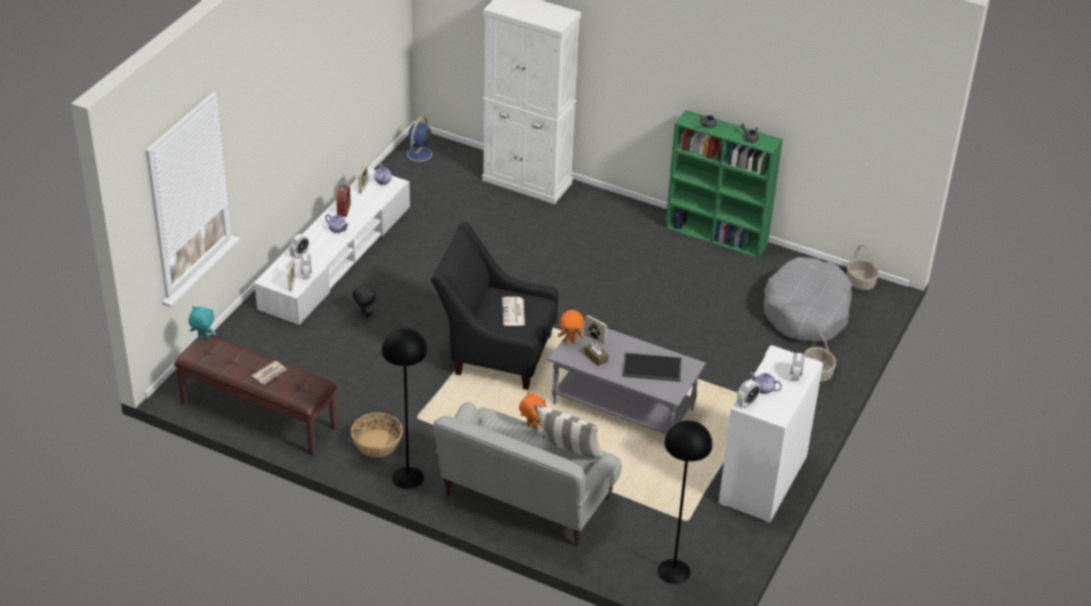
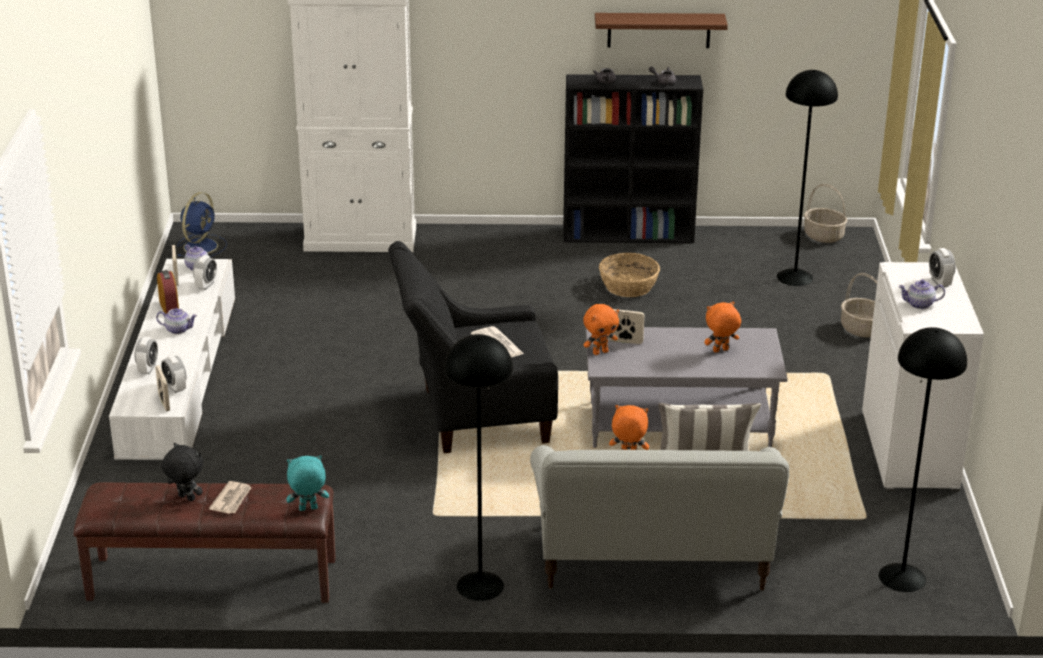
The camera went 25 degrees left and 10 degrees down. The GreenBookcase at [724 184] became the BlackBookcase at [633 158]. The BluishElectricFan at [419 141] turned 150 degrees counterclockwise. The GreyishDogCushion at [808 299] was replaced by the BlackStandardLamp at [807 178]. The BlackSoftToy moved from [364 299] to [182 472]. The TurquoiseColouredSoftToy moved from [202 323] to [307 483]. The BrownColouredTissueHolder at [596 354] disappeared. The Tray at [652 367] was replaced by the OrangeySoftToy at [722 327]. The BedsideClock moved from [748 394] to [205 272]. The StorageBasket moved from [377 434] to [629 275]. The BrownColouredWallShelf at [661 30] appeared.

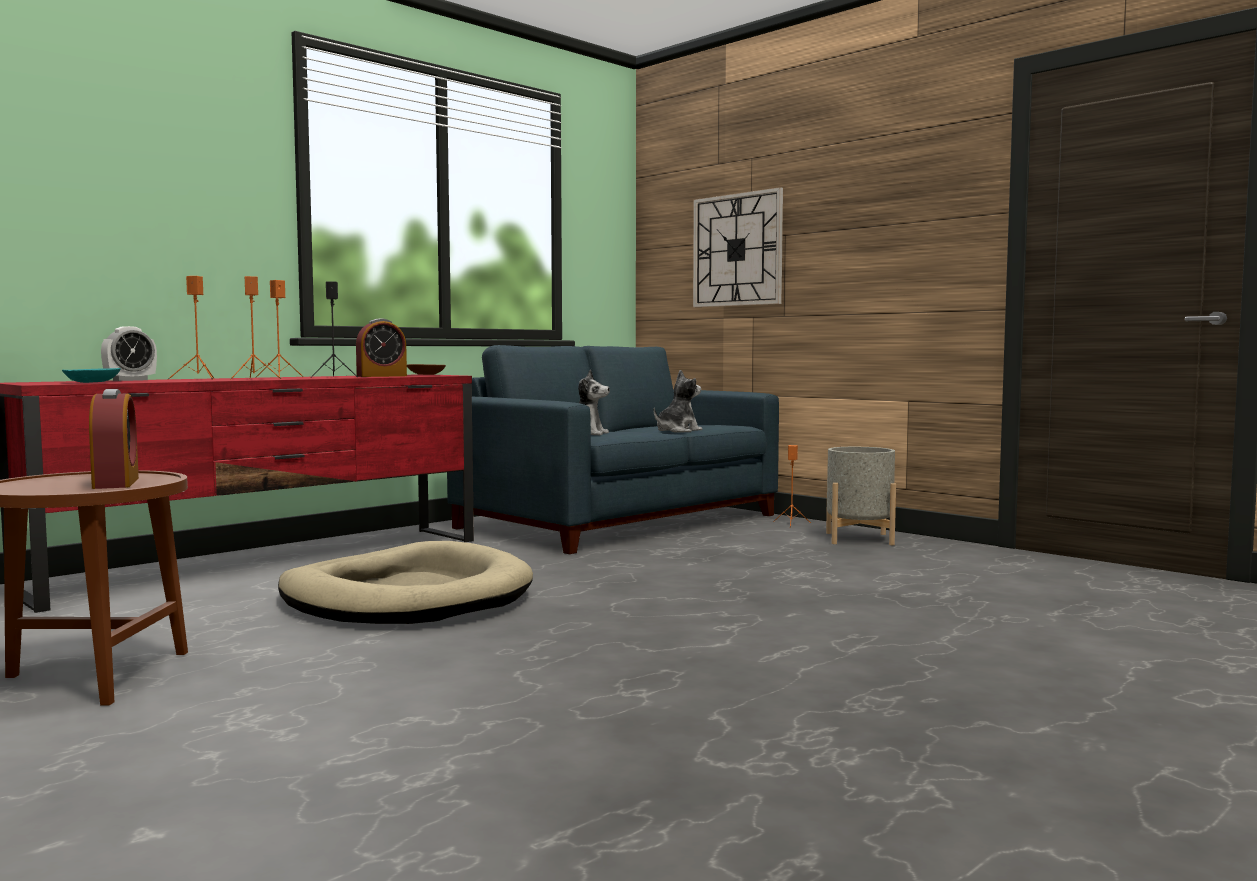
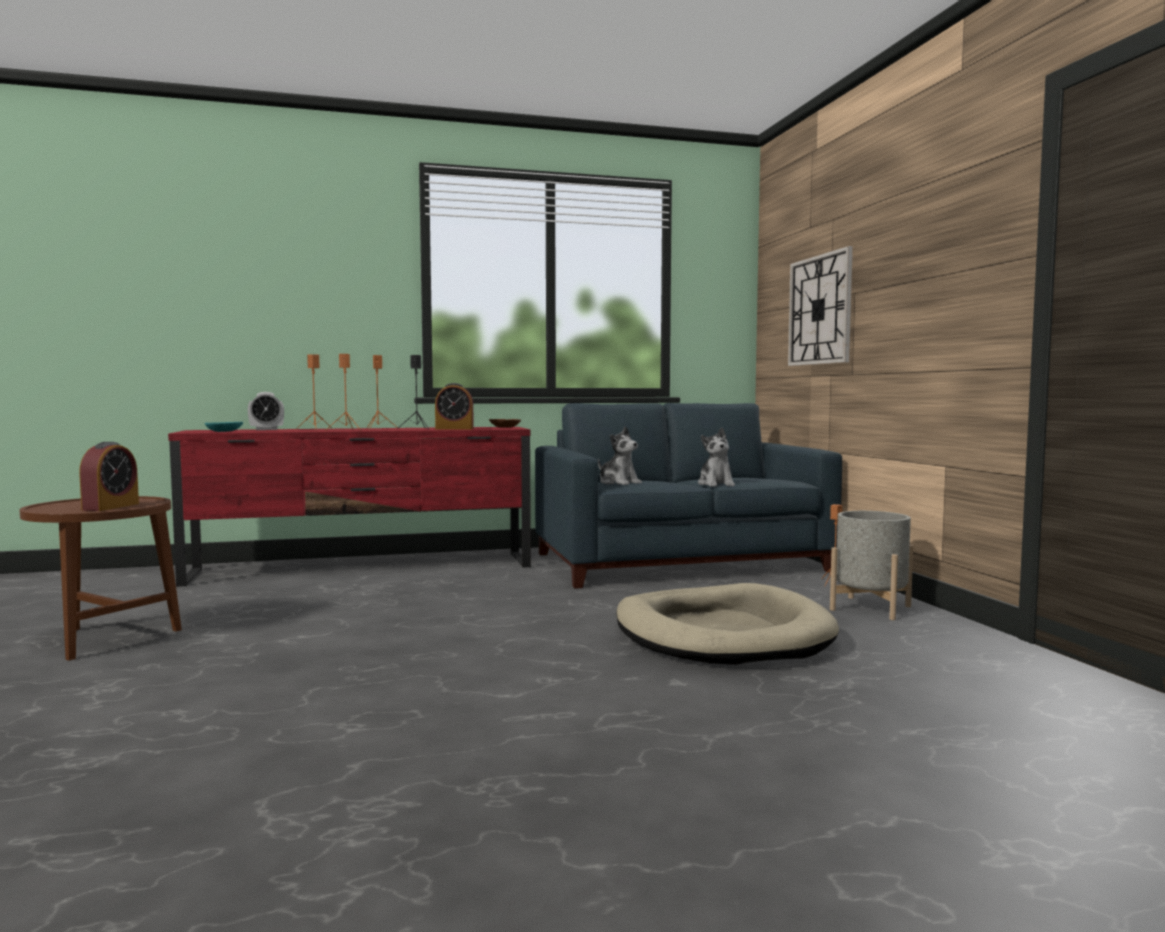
The camera went 30 degrees right and 0 degrees up. The SoftToy at [677 401] turned 90 degrees clockwise. The BeigeColouredDogCushion moved from [405 582] to [727 624].

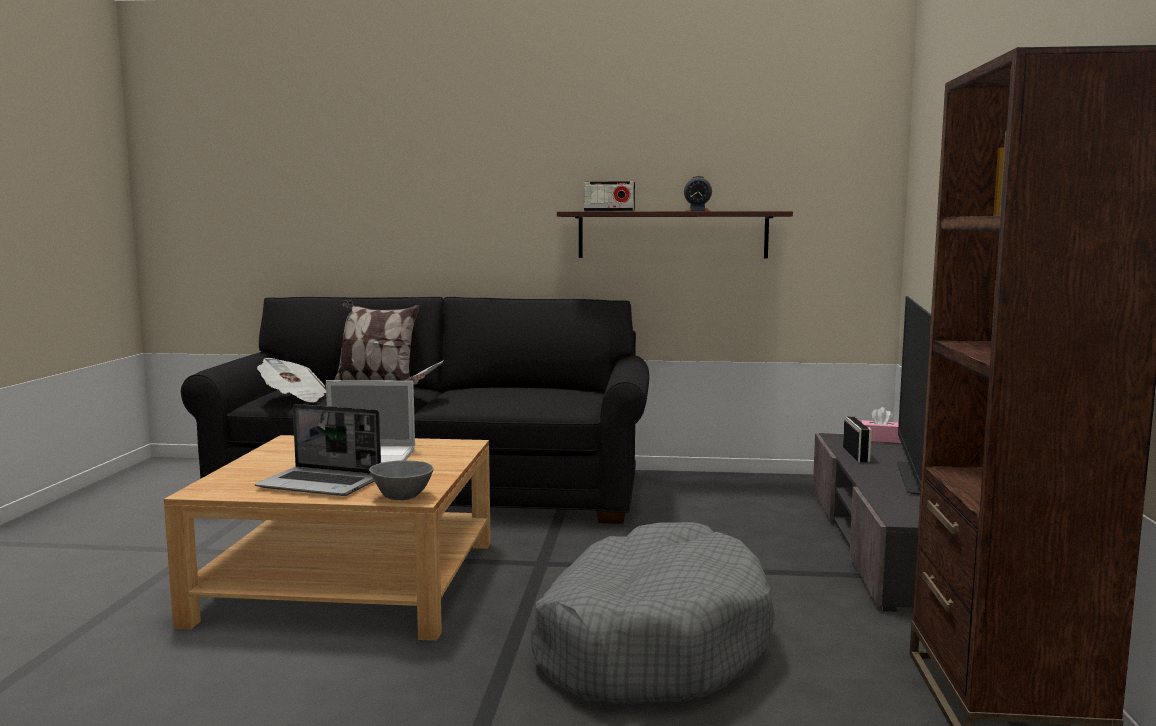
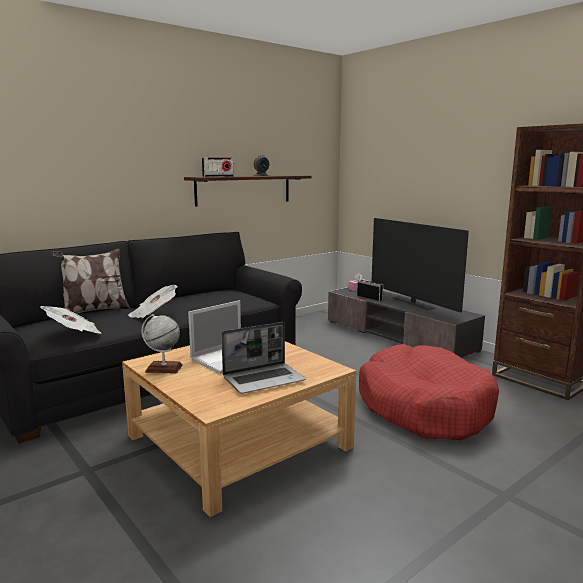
The camera went 45 degrees left and 5 degrees up. The GreyishDeepDish at [401 480] disappeared. The GreyishDogCushion at [652 613] became the ReddishDogCushion at [429 392]. The Globe at [162 344] appeared.

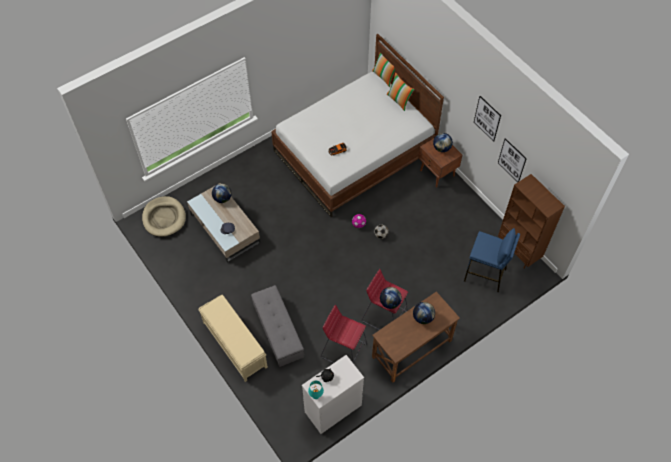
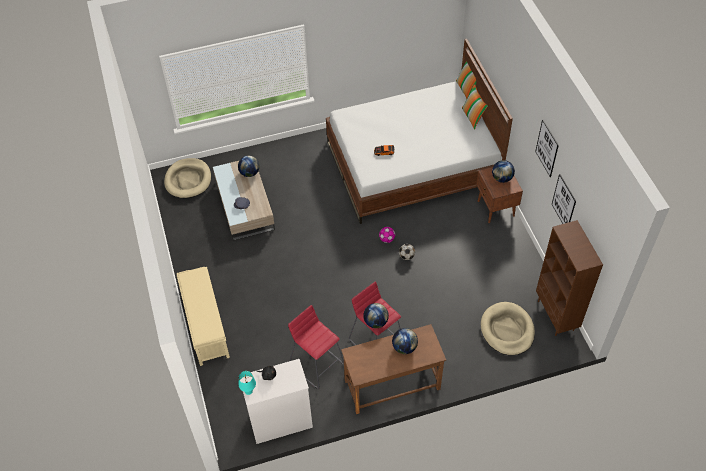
The camera went 20 degrees right and 5 degrees down. The BluishStool at [492 260] was replaced by the BeigeColouredDogCushion at [508 329]. The GreyishOttoman at [277 326] disappeared.

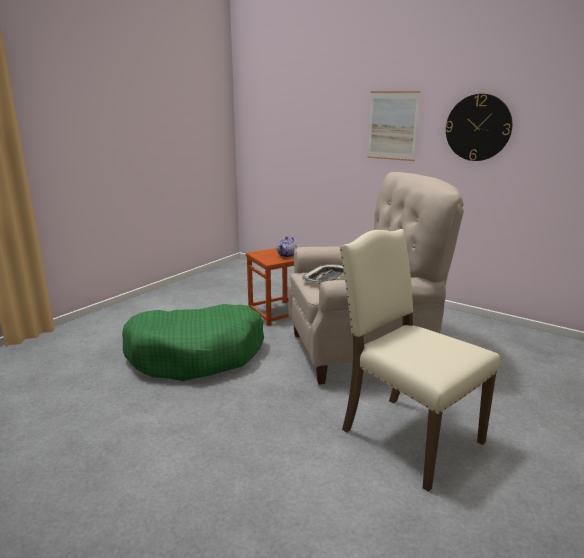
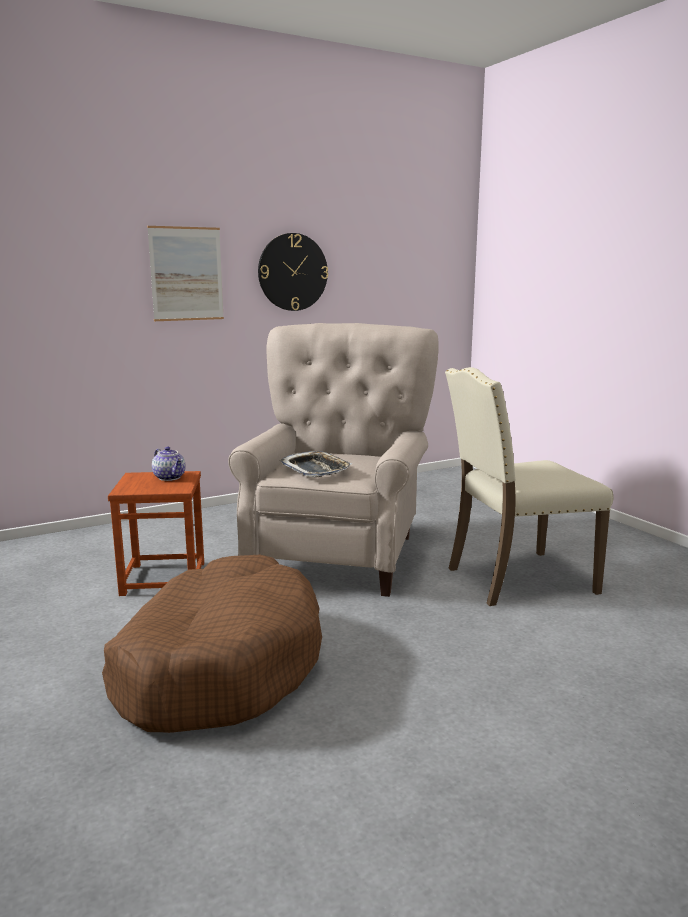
The camera went 65 degrees left and 5 degrees down. The GreenDogCushion at [193 342] became the BrownColouredDogCushion at [212 644].

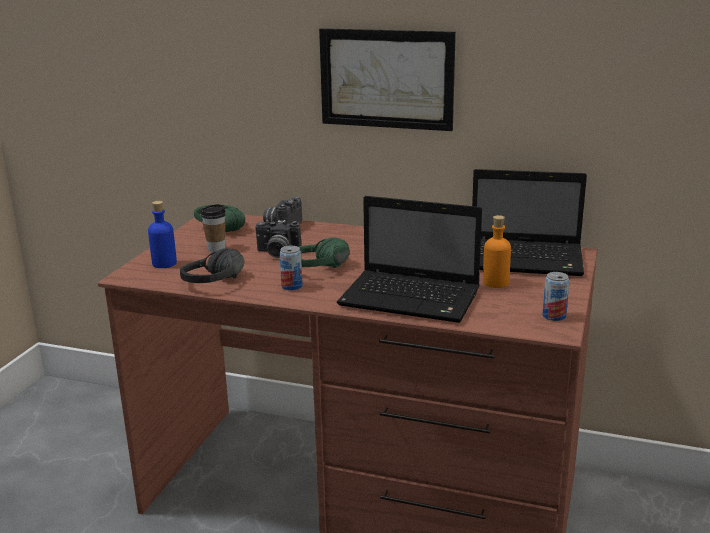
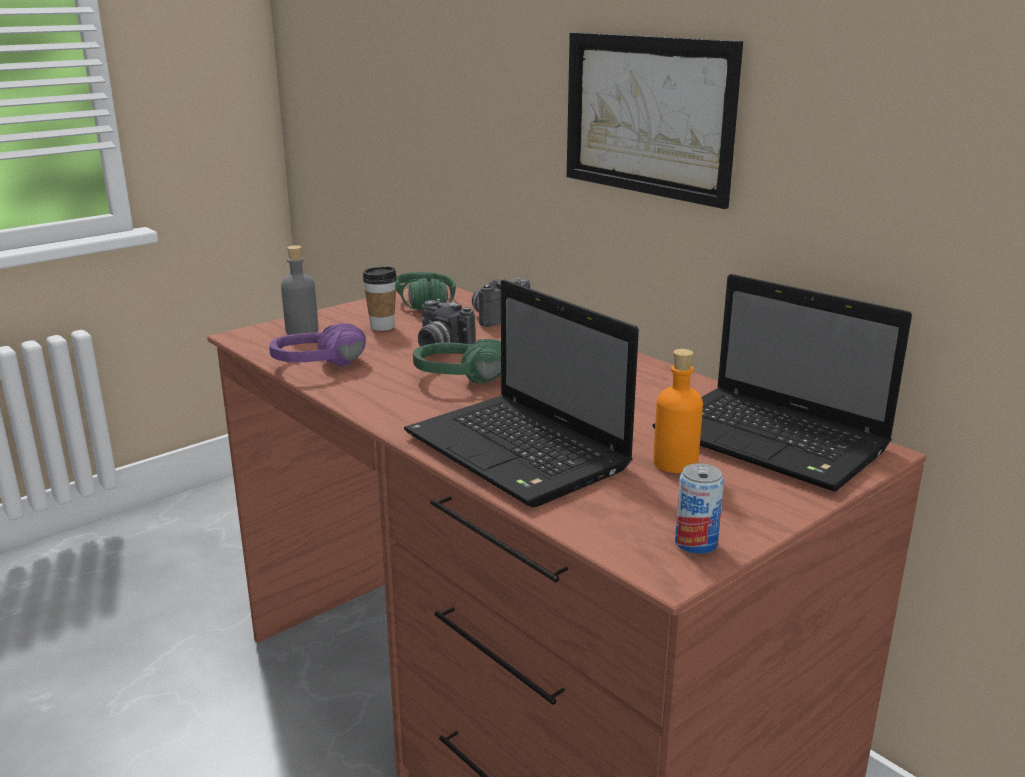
The camera went 30 degrees right and 0 degrees up. The BluishDrinkBottle at [162 234] became the GreyishDrinkBottle at [299 290]. The Can at [291 268] disappeared. The BlackHeadset at [212 265] became the PurpleColouredHeadset at [317 344].

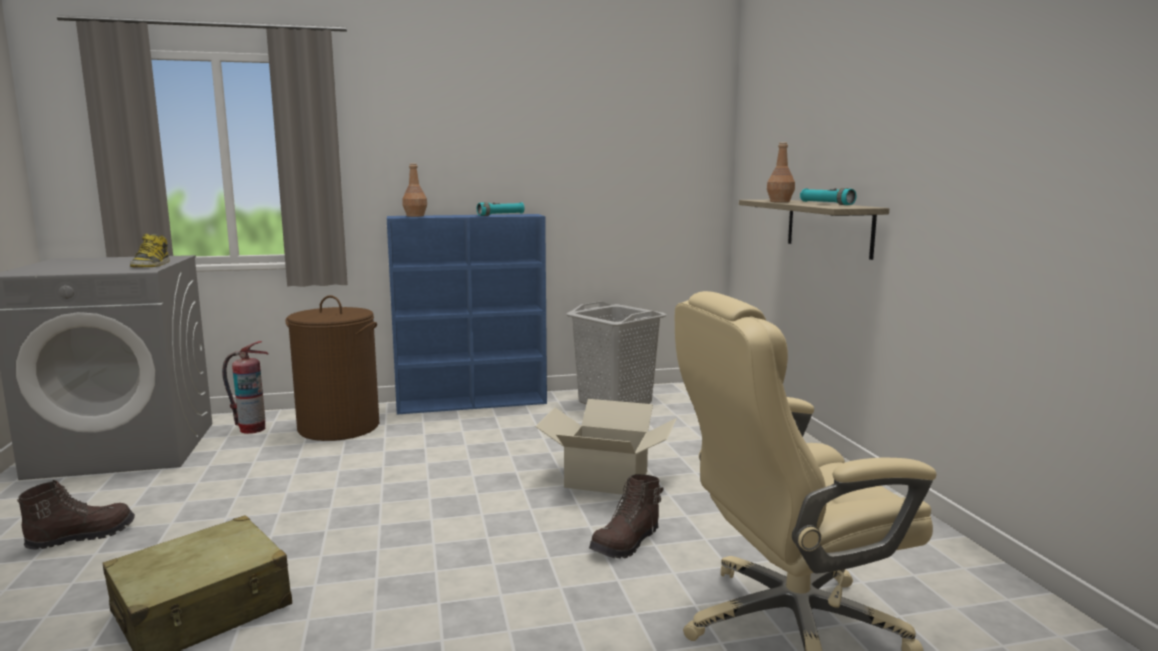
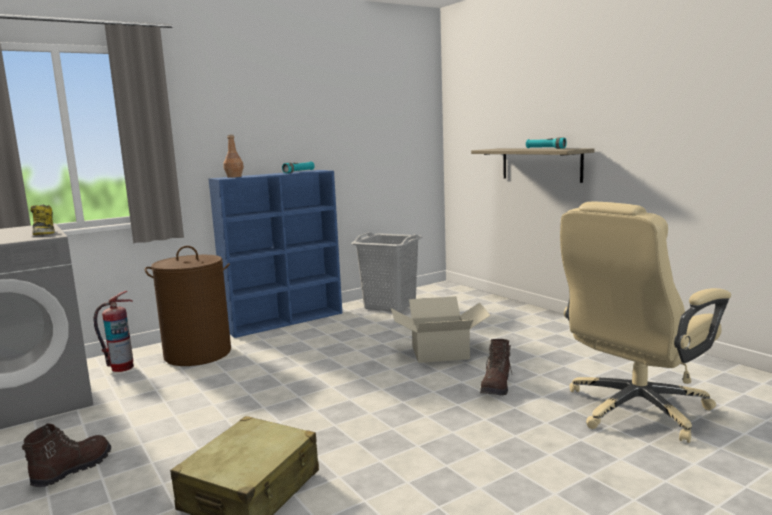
The camera went 20 degrees left and 0 degrees up. The BrownColouredDrinkBottle at [781 172] disappeared.

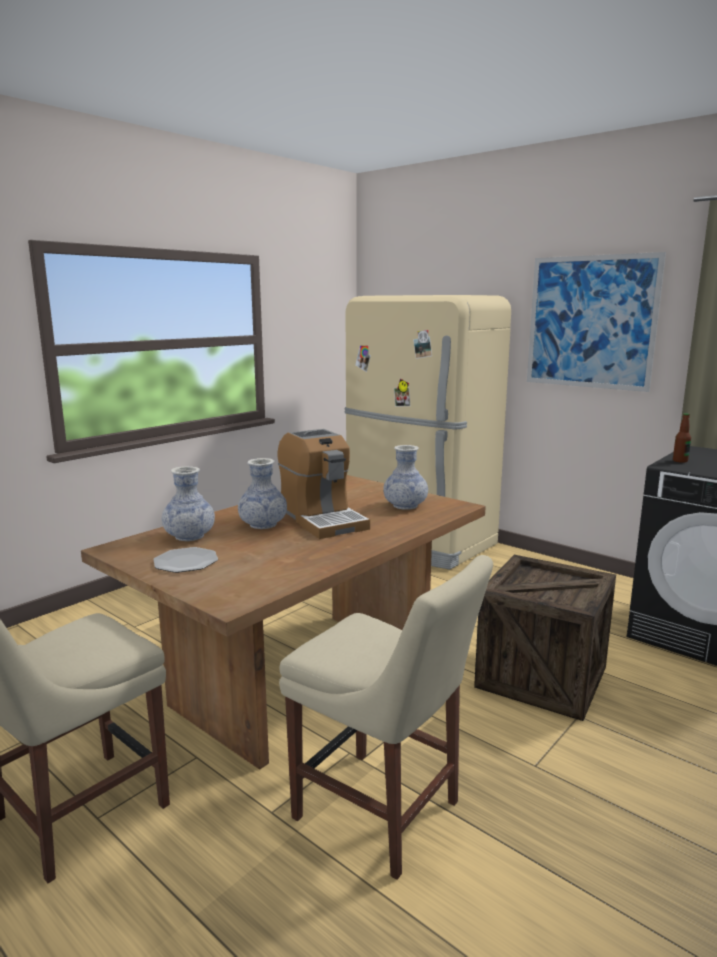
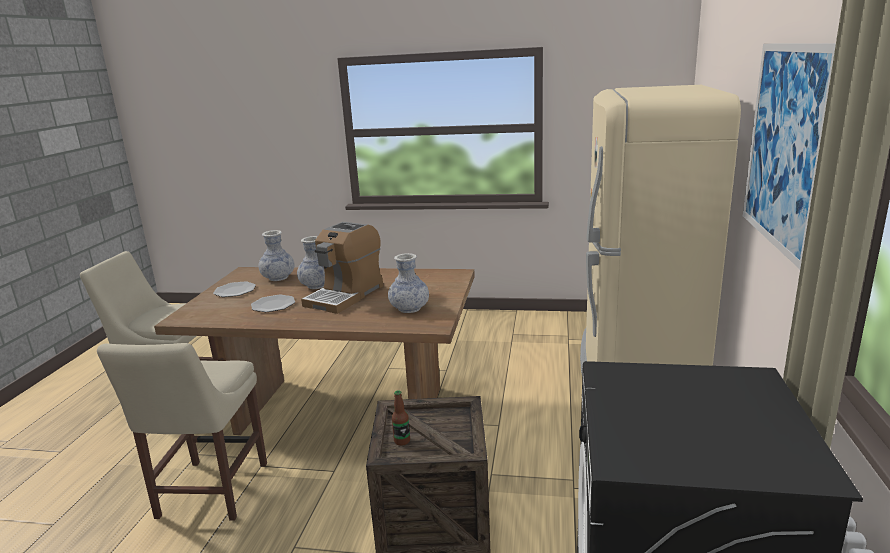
The camera went 60 degrees right and 5 degrees up. The DrinkBottle moved from [682 438] to [401 418]. The DinnerPlate at [273 303] appeared.

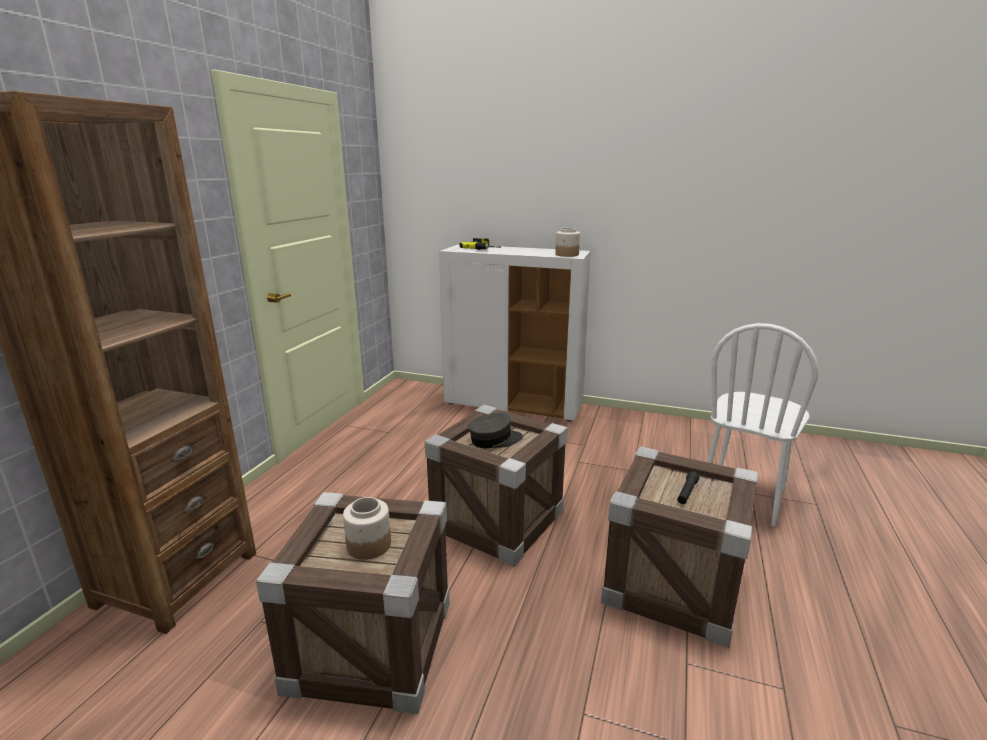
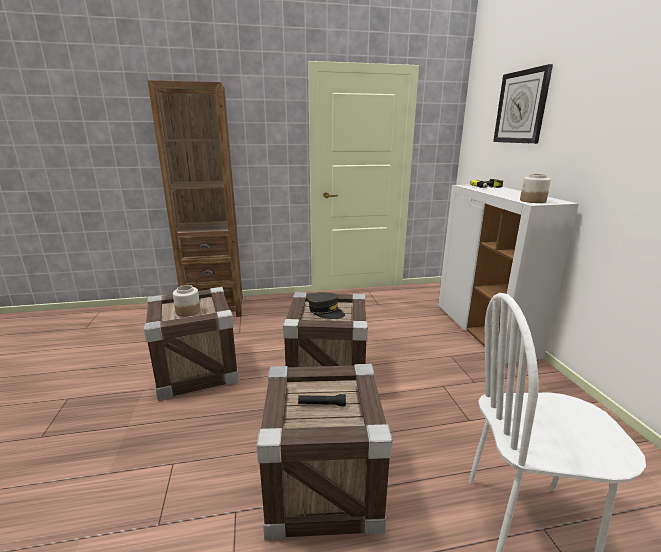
The camera went 60 degrees right and 0 degrees up. The WallClock at [523 104] appeared.

